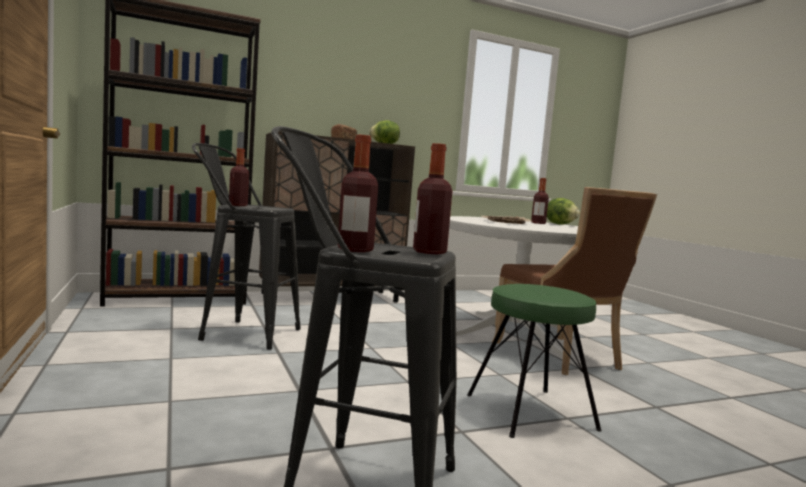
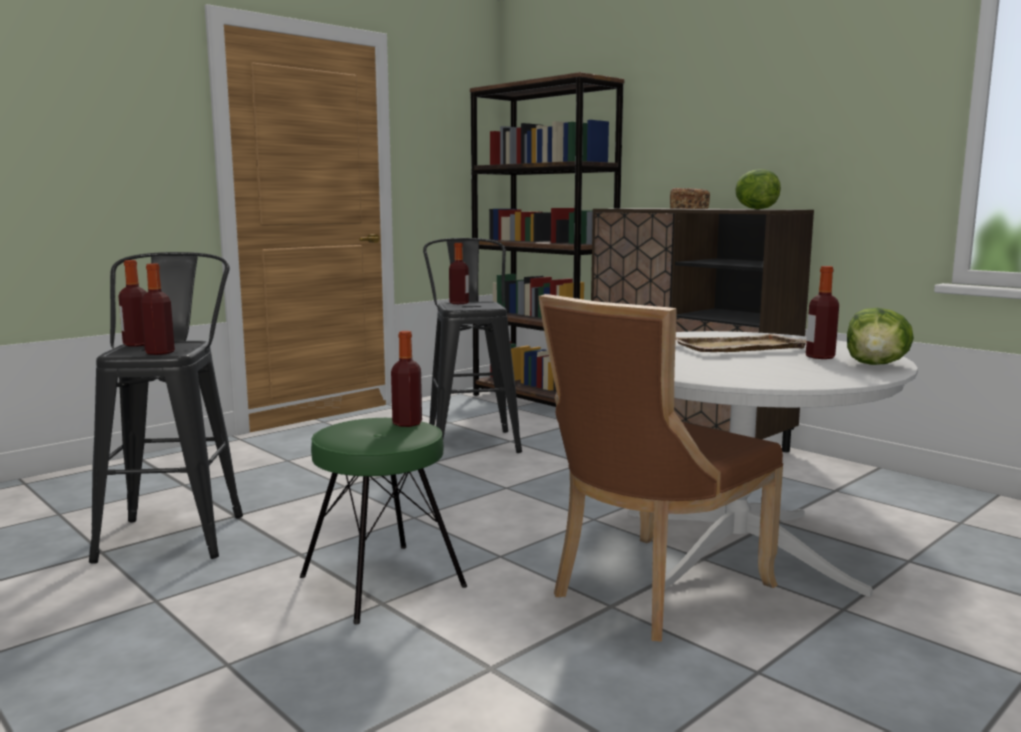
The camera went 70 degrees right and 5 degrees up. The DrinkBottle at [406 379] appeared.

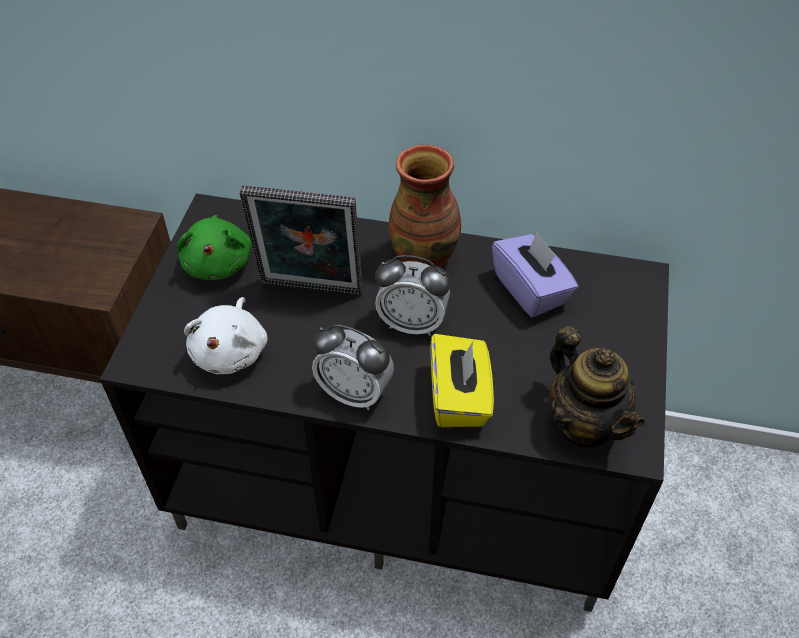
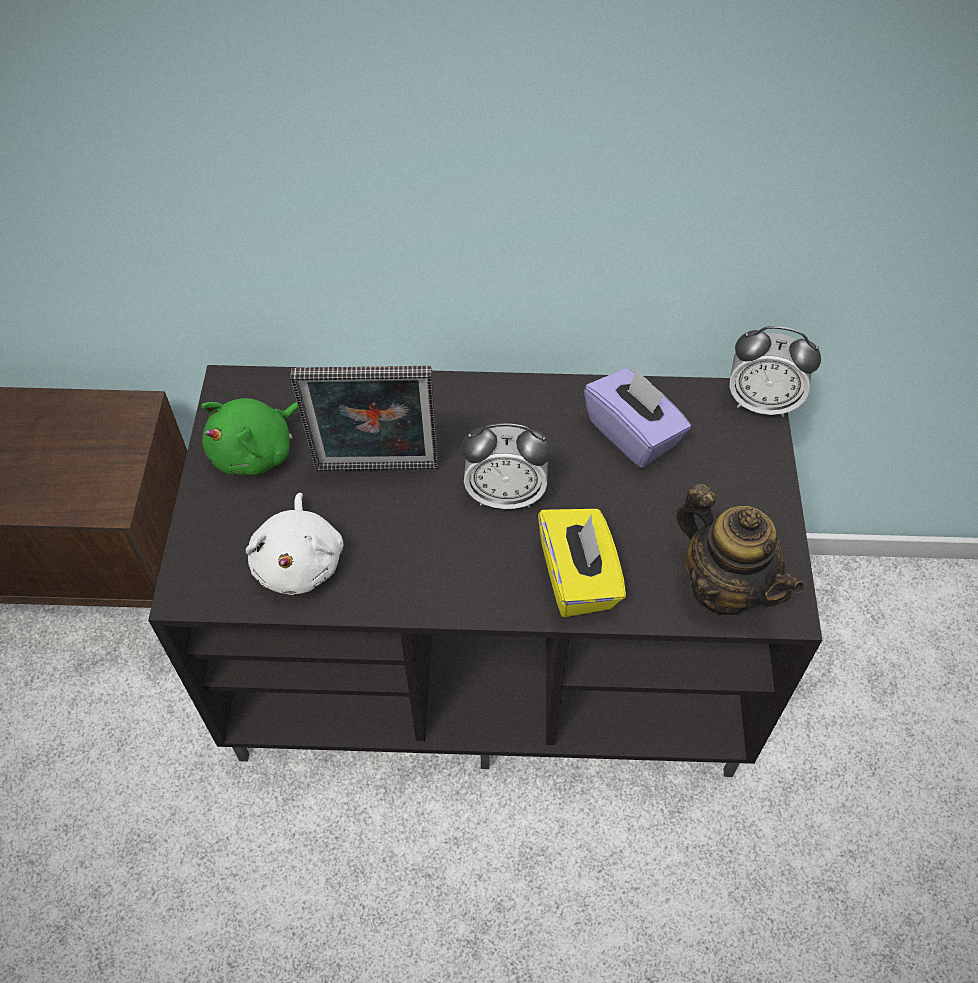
The camera went 10 degrees left and 5 degrees up. The FlowerVase at [425 206] disappeared. The GreenSoftToy at [214 247] turned 60 degrees clockwise. The BedsideClock moved from [353 367] to [775 371].

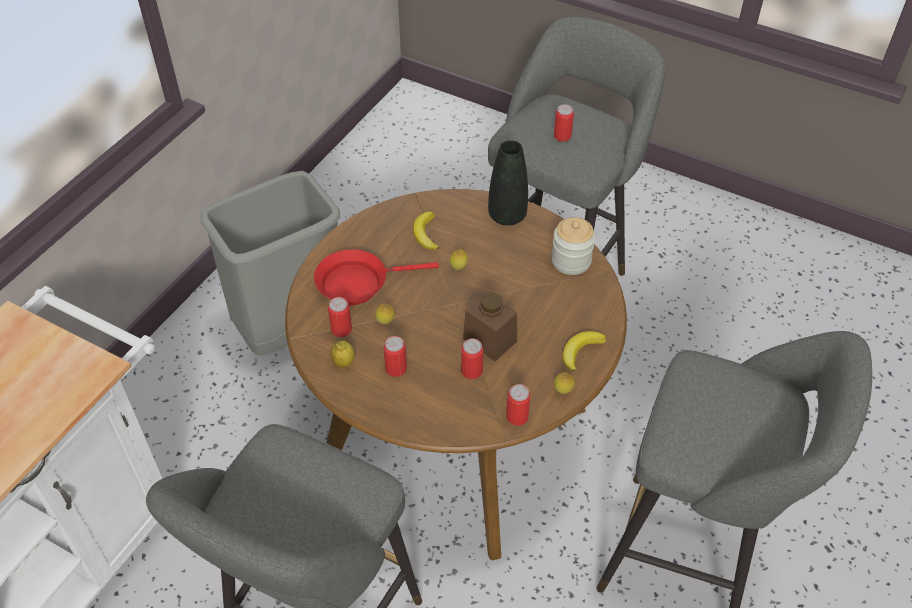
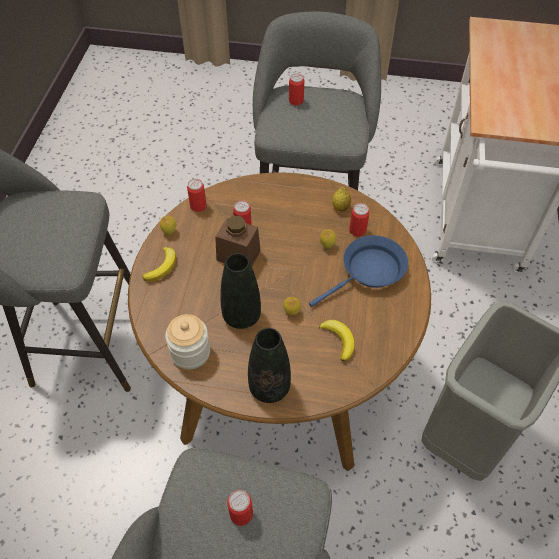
The camera went 160 degrees right and 5 degrees up. The ReddishSkillet at [376 277] became the BluishSkillet at [358 271]. The Can moved from [395 356] to [296 89]. The BlackFlowerVase at [240 291] appeared.

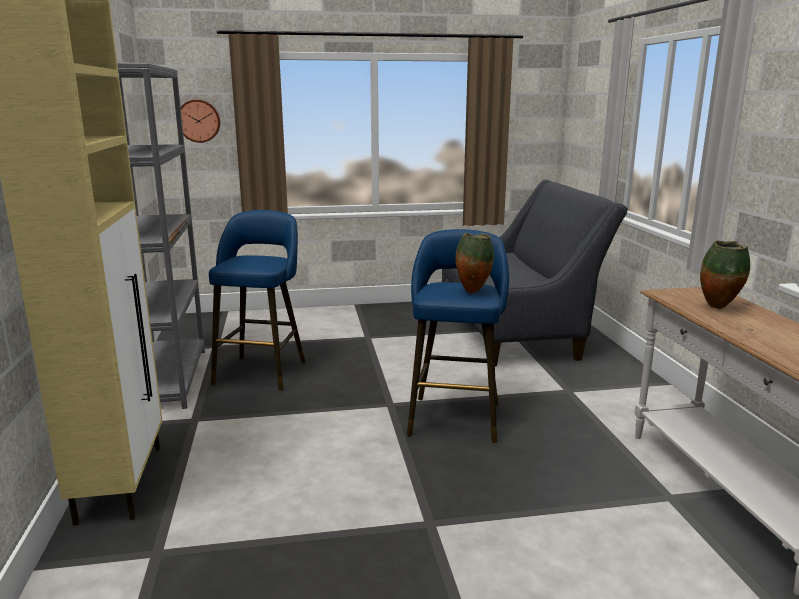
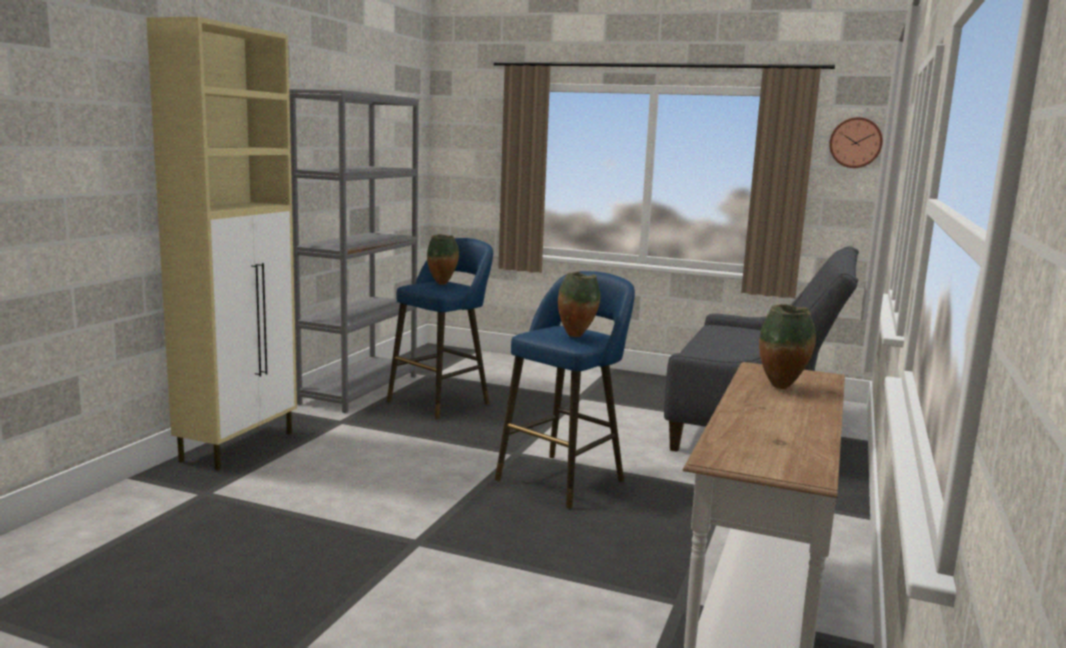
The camera went 30 degrees right and 5 degrees down. The WallClock moved from [200 121] to [856 142]. The FlowerVase at [443 259] appeared.

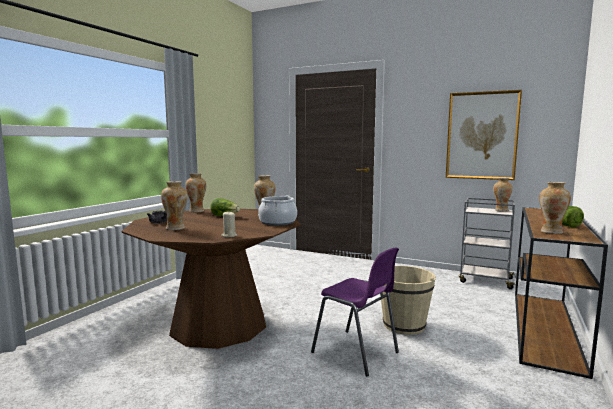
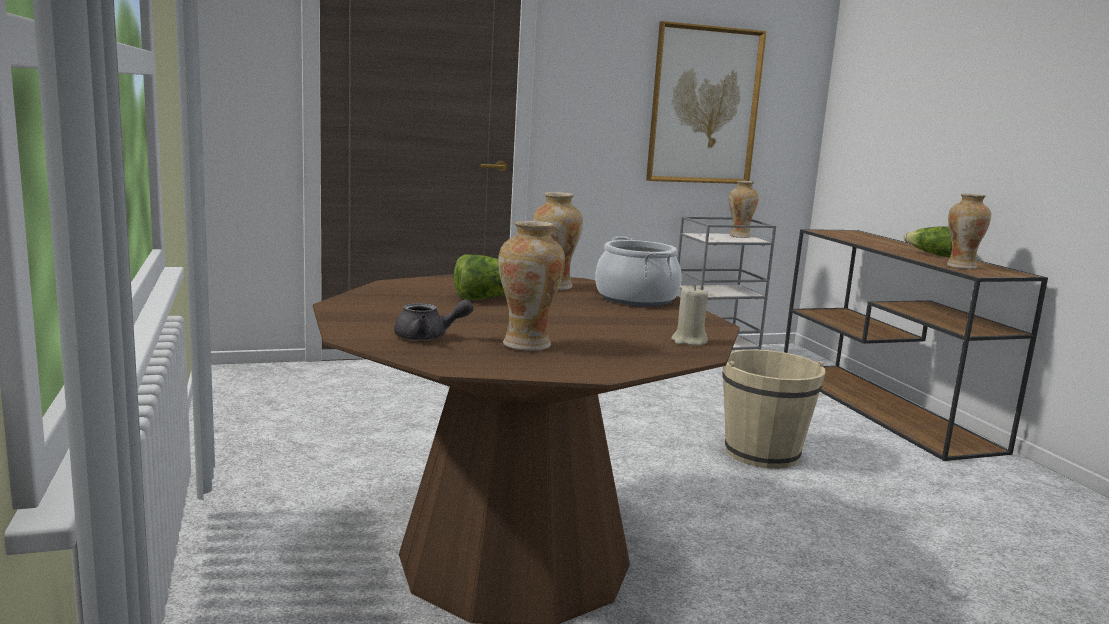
The camera went 45 degrees left and 5 degrees up. The FlowerVase at [195 192] disappeared. The PurpleColouredUprightChair at [355 311] disappeared.

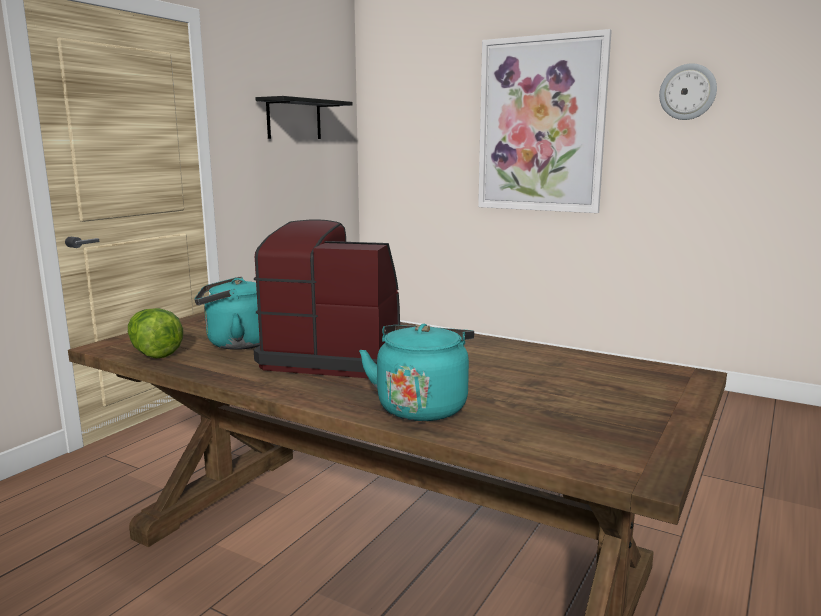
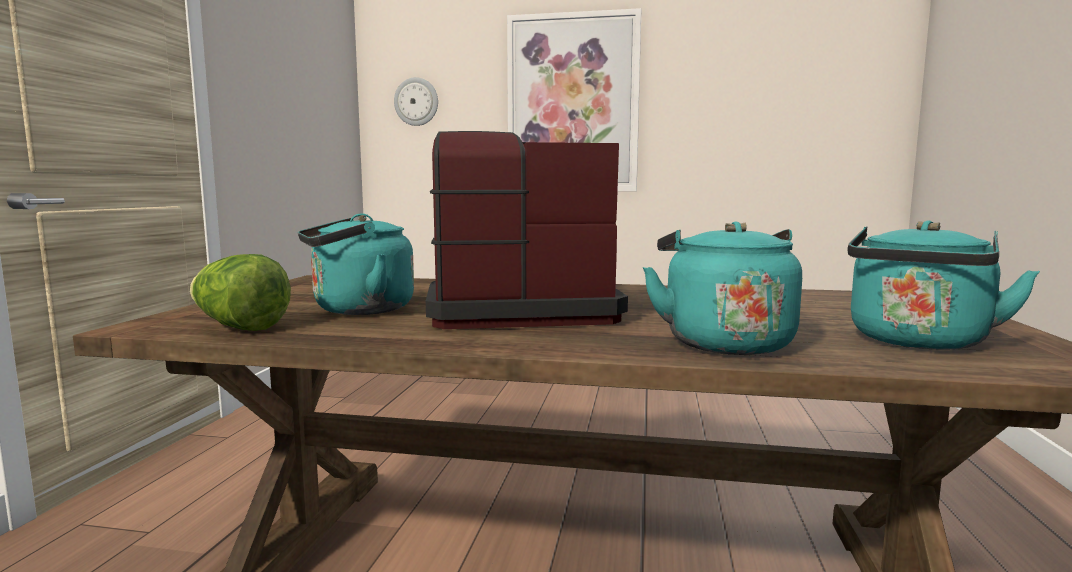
The camera went 20 degrees left and 5 degrees down. The WallClock moved from [688 91] to [416 101]. The BlackWallShelf at [304 117] disappeared. The TurquoiseColouredWaterKettle at [944 285] appeared.

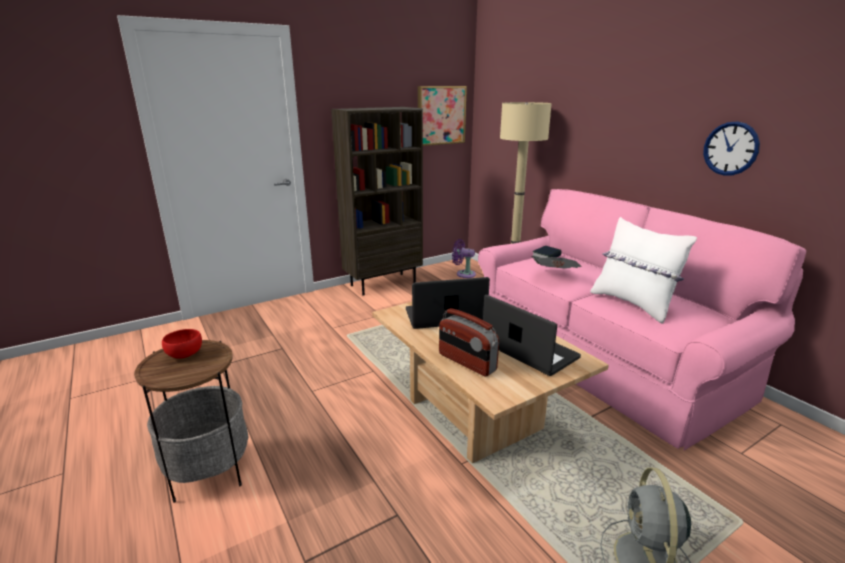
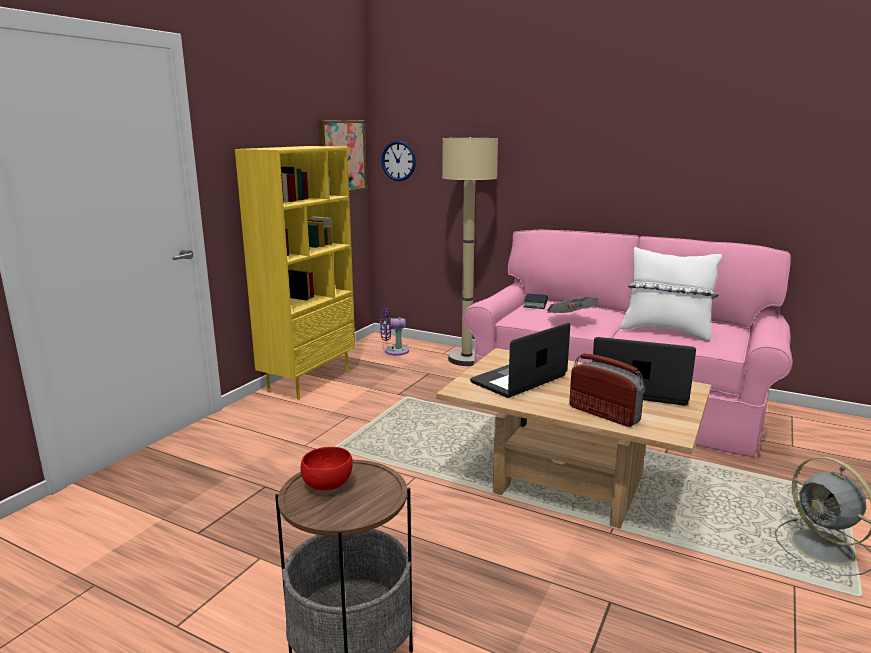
The camera went 30 degrees left and 5 degrees down. The BrownColouredBookcase at [377 201] became the YellowBookcase at [295 273]. The WallClock moved from [731 148] to [398 161]. The RadioReceiver at [469 342] turned 150 degrees counterclockwise.

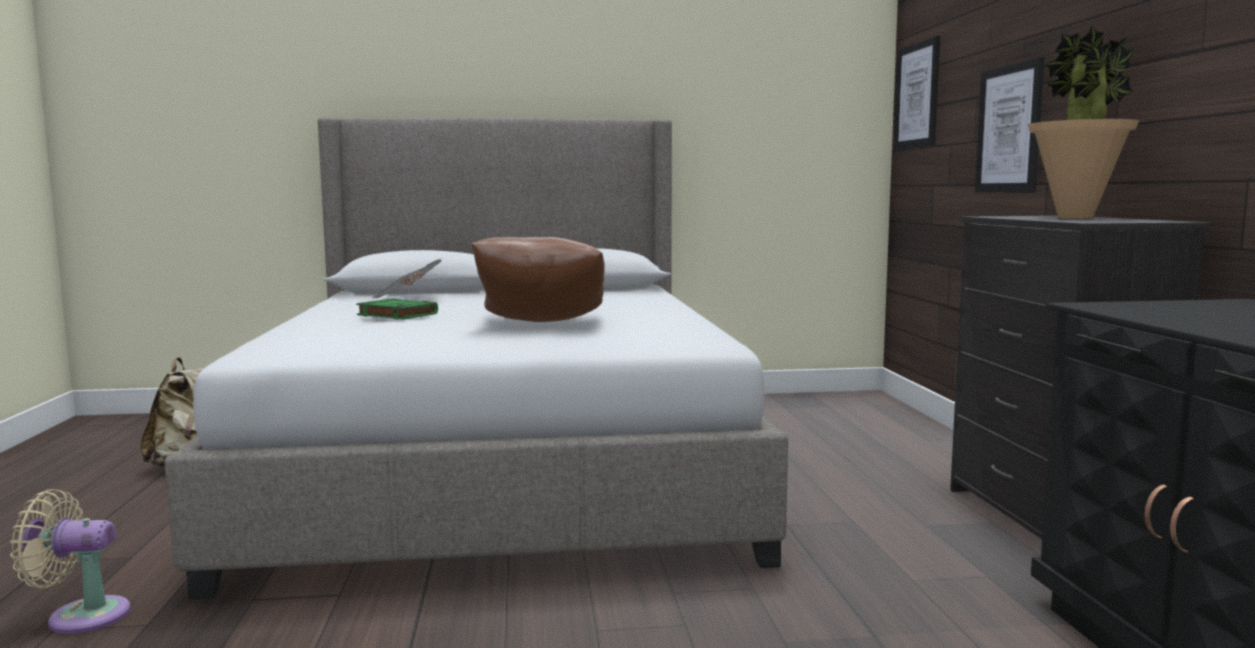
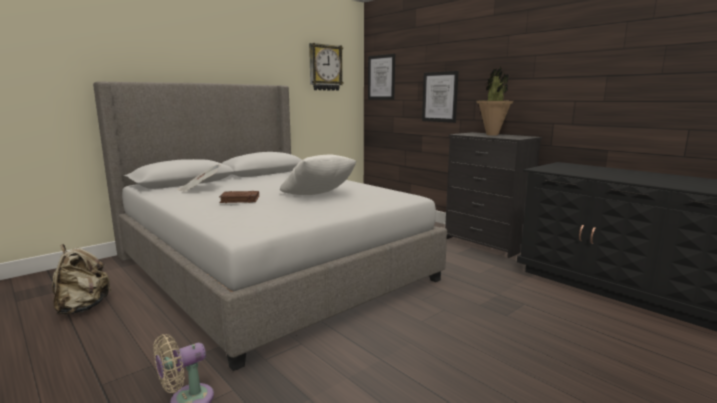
The camera went 35 degrees left and 5 degrees up. The BrownColouredThrowPillow at [538 279] became the WhiteThrowPillow at [318 174]. The GreenBook at [397 309] became the BrownColouredBook at [239 197]. The WallClock at [326 67] appeared.

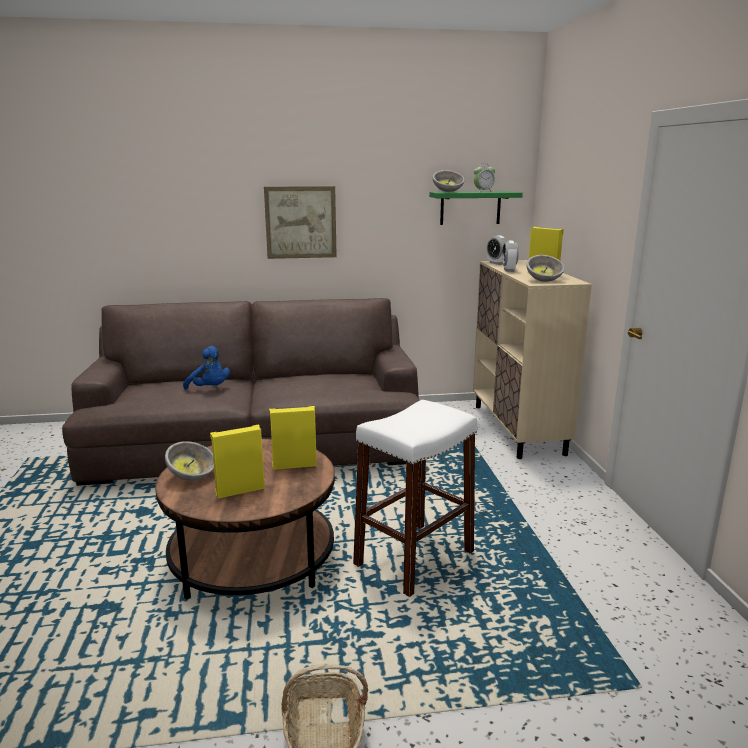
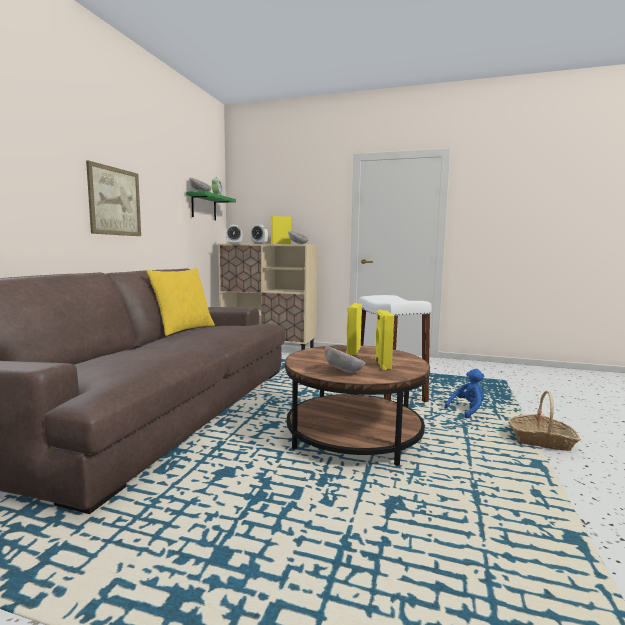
The camera went 65 degrees left and 10 degrees down. The BluishSoftToy moved from [206 367] to [464 393]. The YellowThrowPillow at [180 302] appeared.

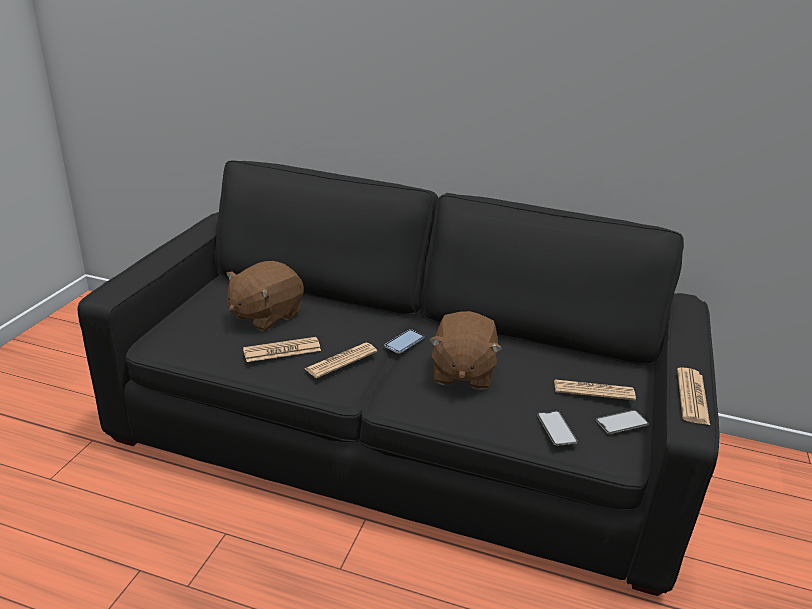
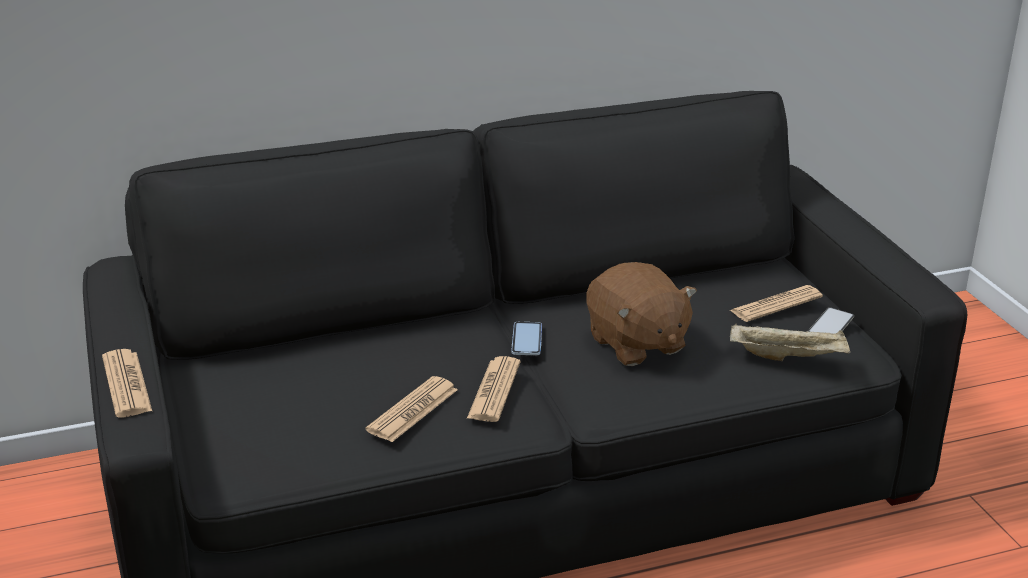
The camera went 35 degrees left and 0 degrees up. The BrownColouredSoftToy at [265 296] disappeared. The DailyPaper moved from [693 396] to [127 383]. The Phone at [557 428] was replaced by the BeigeColouredTray at [790 342].

